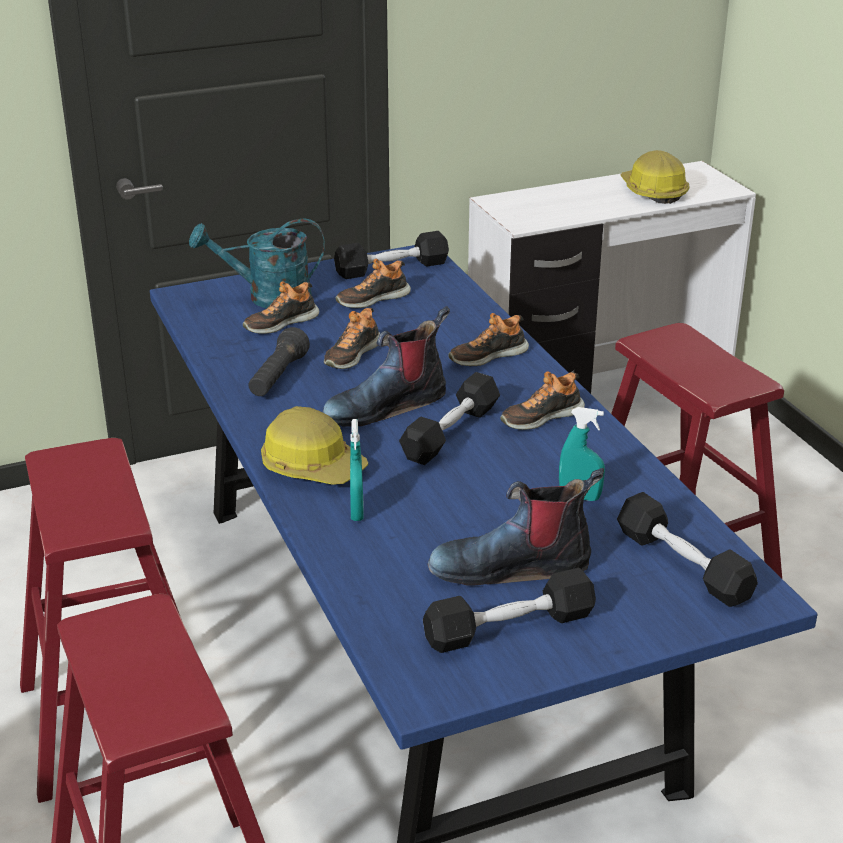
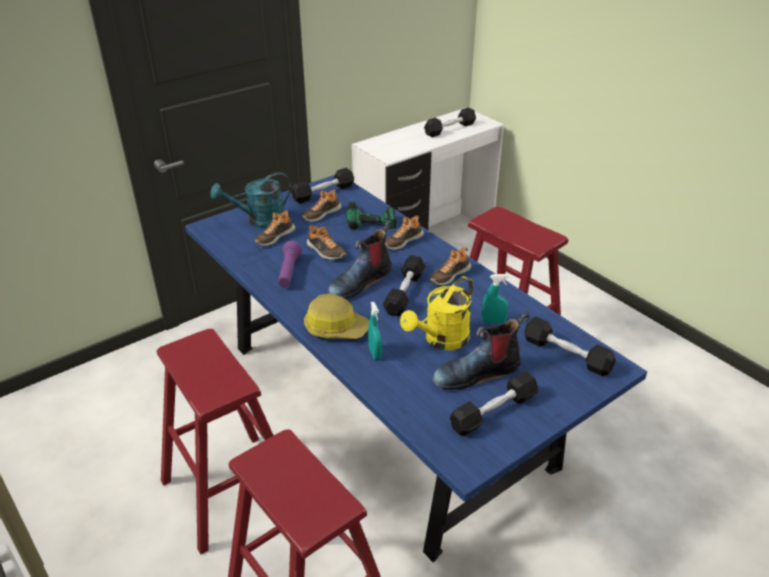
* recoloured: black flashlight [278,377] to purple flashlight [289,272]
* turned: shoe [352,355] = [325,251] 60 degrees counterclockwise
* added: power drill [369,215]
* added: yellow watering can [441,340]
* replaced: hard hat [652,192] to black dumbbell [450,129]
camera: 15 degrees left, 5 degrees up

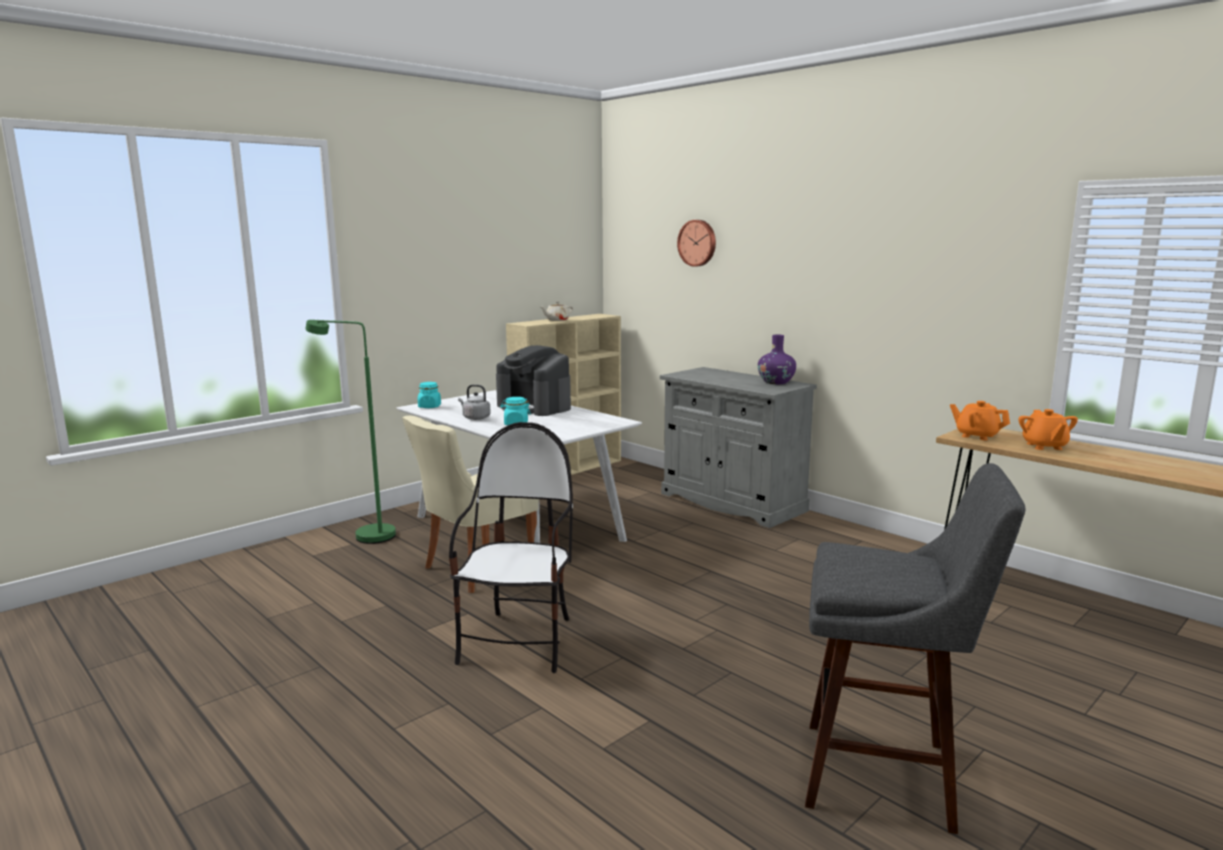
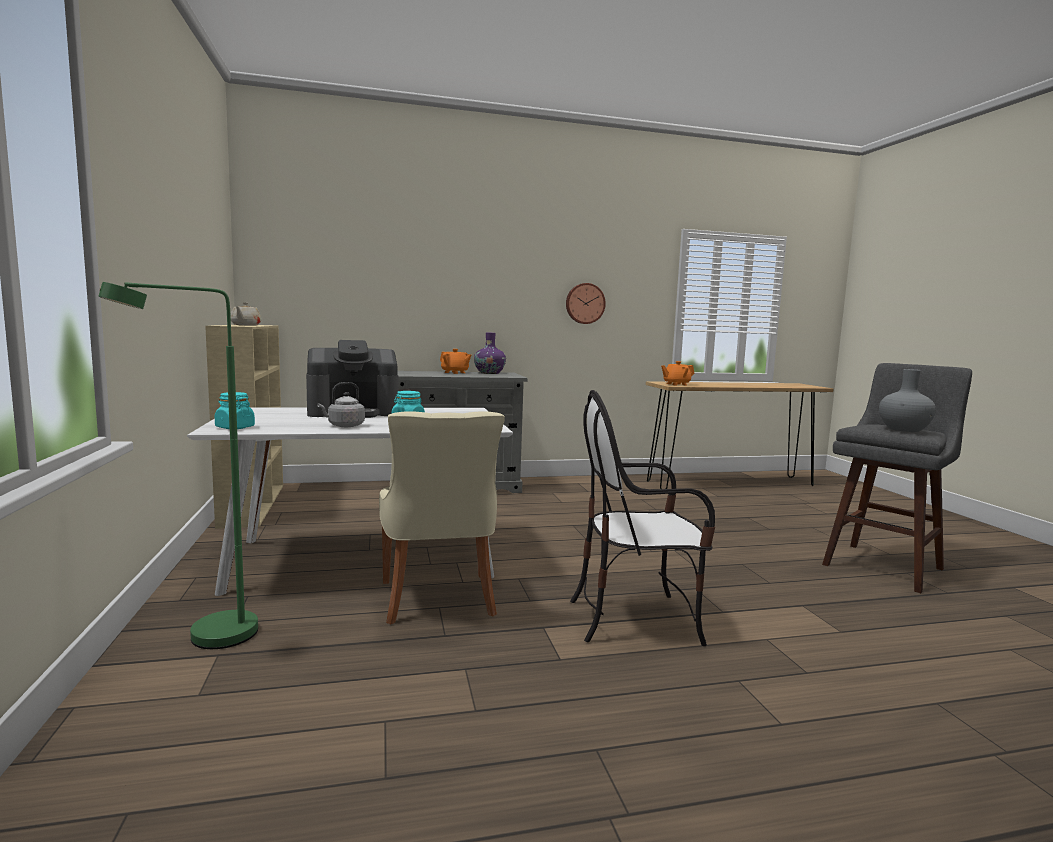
* moved: orange teapot [1044,446] to [455,372]
* moved: wall clock [698,243] to [584,303]
* turned: chair [519,642] = [635,619] 45 degrees counterclockwise
* added: grey vase [903,429]
camera: 60 degrees left, 5 degrees down

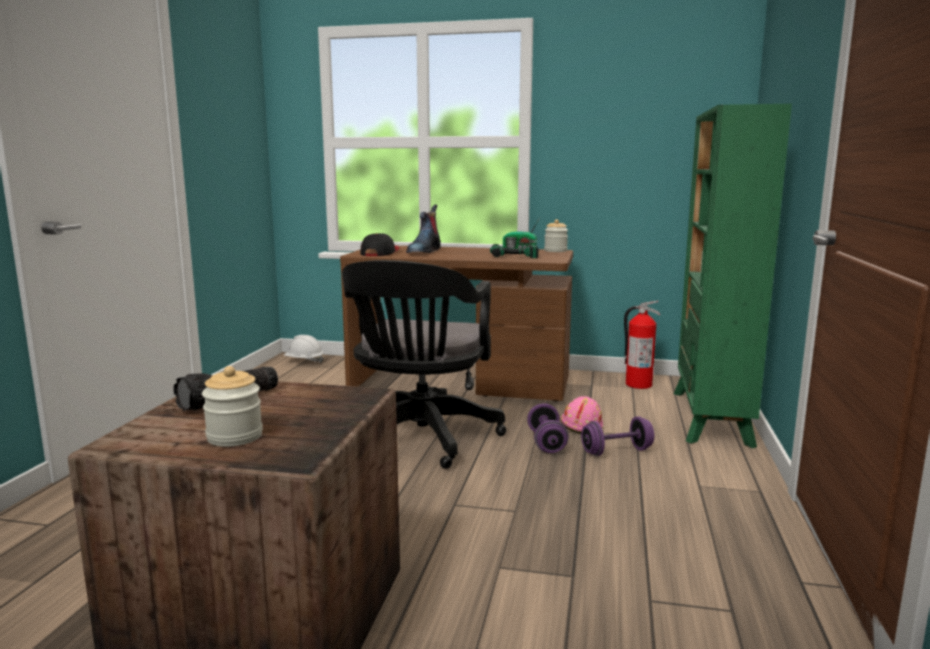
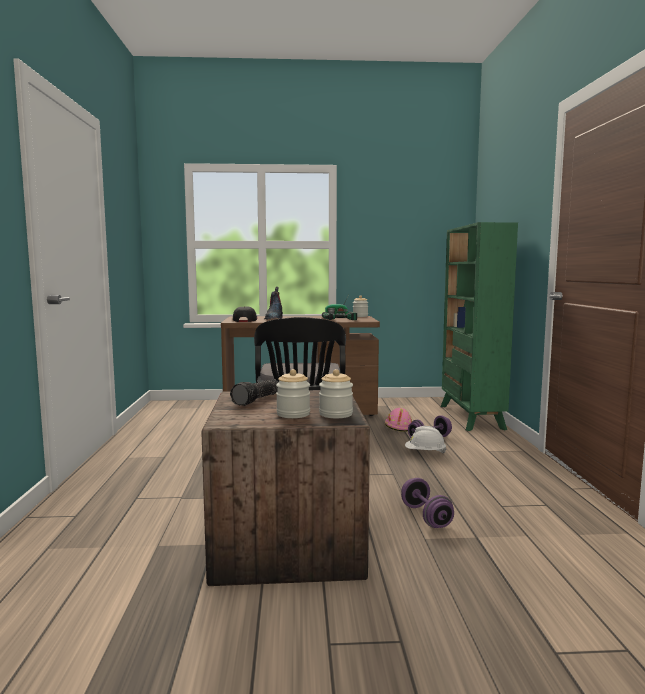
* added: jar [335,414]
* moved: purple dumbbell [546,442] to [426,516]
* moved: white hard hat [304,361] to [425,453]
* removed: fire extinguisher [638,384]
camera: 15 degrees left, 5 degrees down

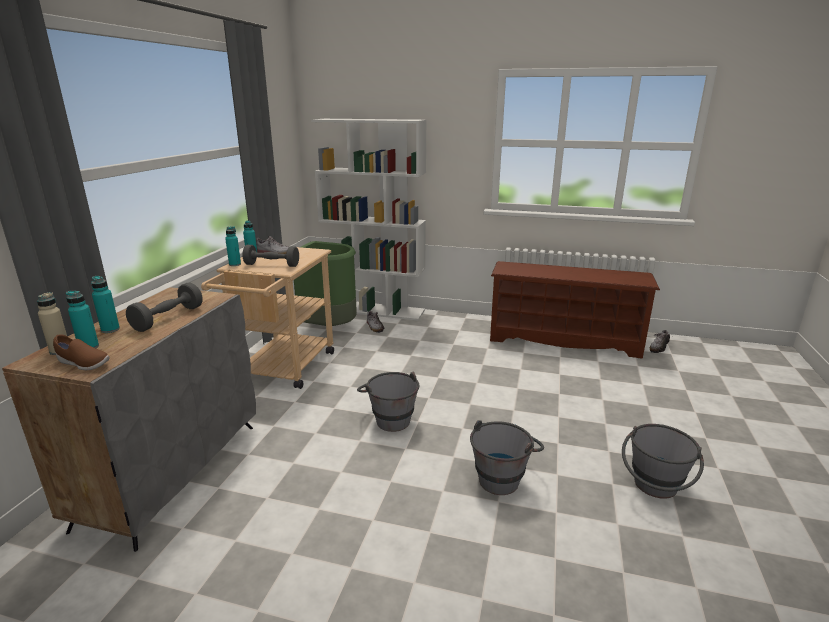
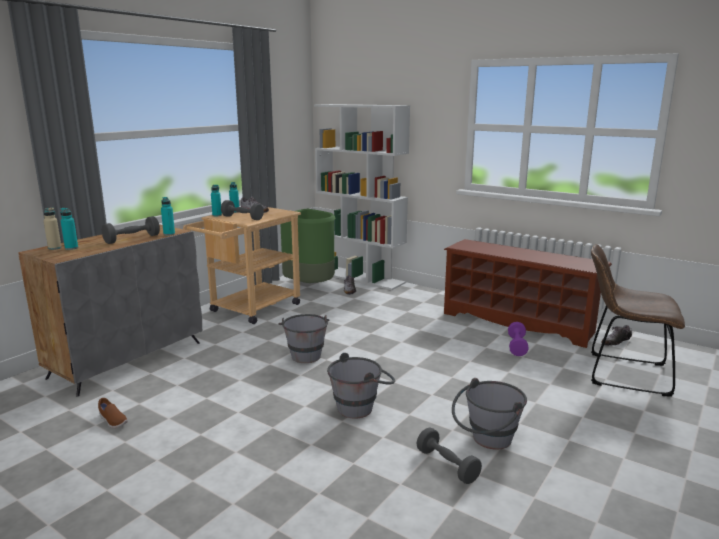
* moved: brown shoe [83,364] to [112,421]
* moved: turquoise bottle [110,329] to [169,234]
* added: grey dumbbell [447,465]
* added: purple dumbbell [517,346]
* added: brown chair [622,373]
camera: 20 degrees right, 5 degrees down

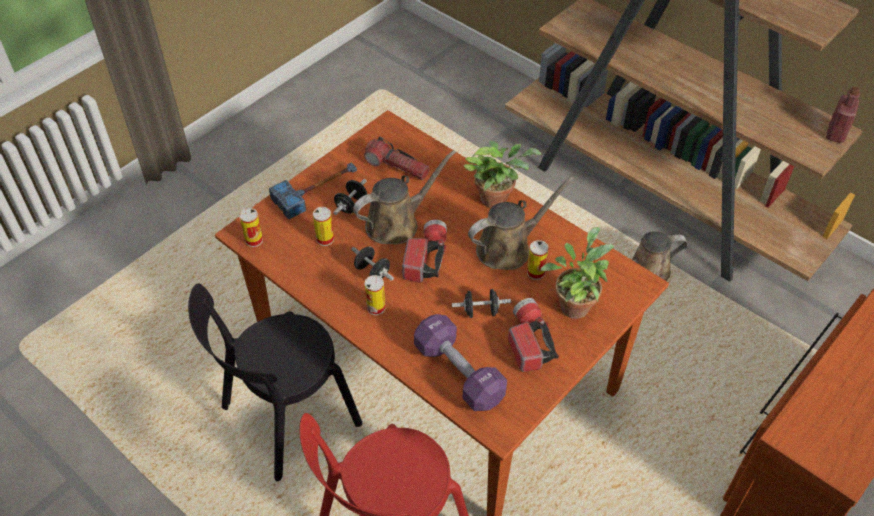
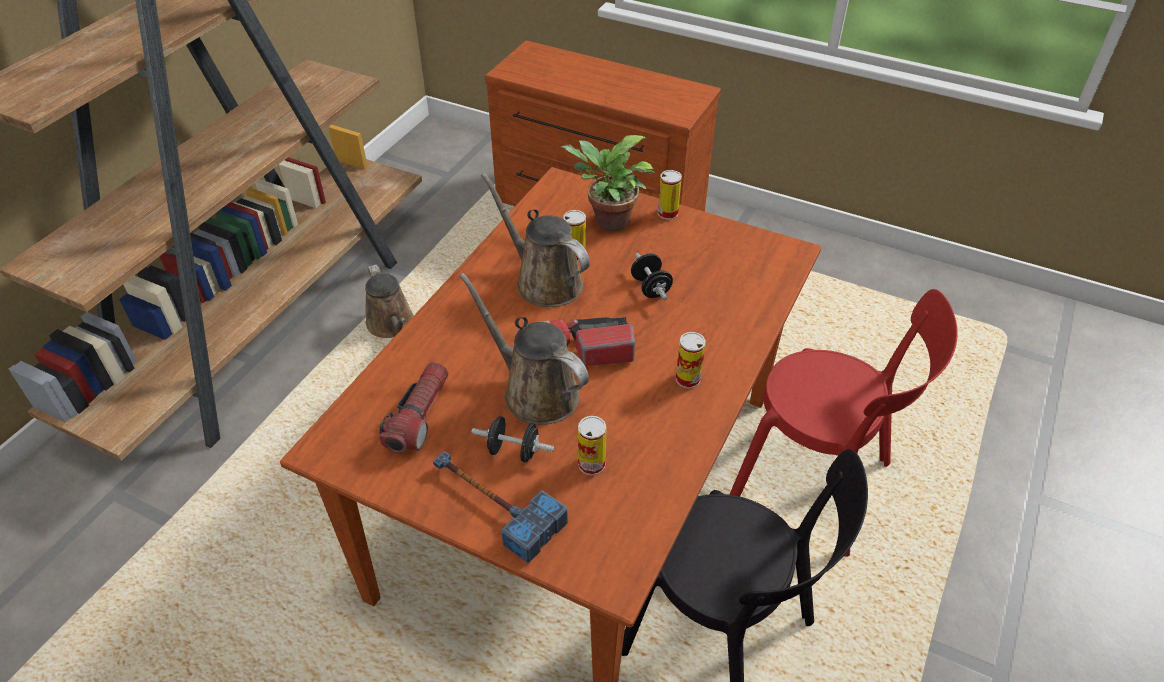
* moved: can [254,240] to [667,213]
* removed: black dumbbell [372,272]
* removed: purple dumbbell [459,373]
* removed: potted plant [497,198]
* removed: flashlight [528,341]
* removed: red bottle [835,134]
camera: 105 degrees left, 5 degrees down

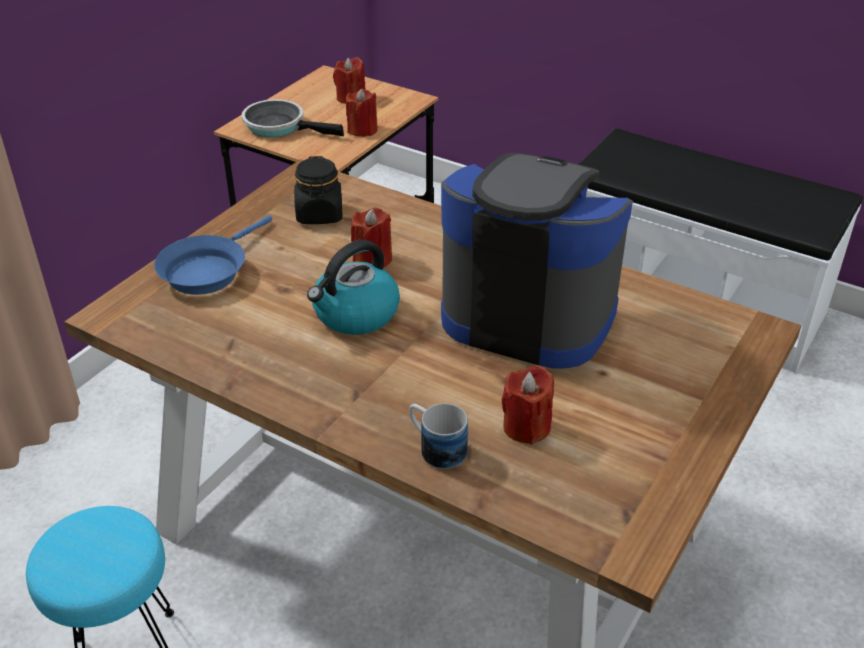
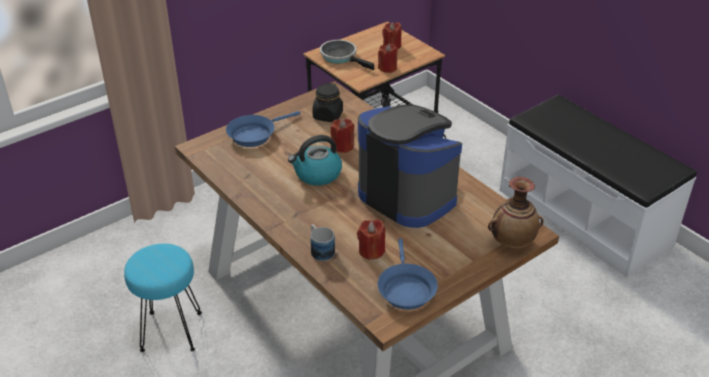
* added: blue frying pan [405,289]
* added: vase [512,242]
camera: 20 degrees right, 0 degrees up

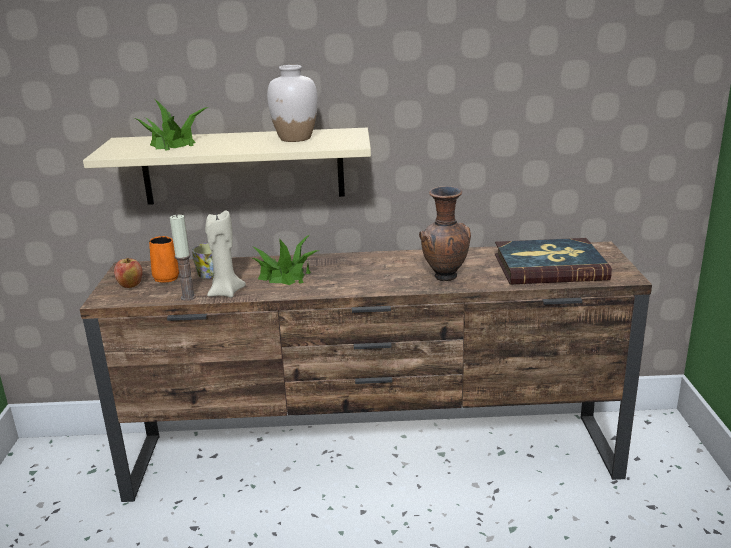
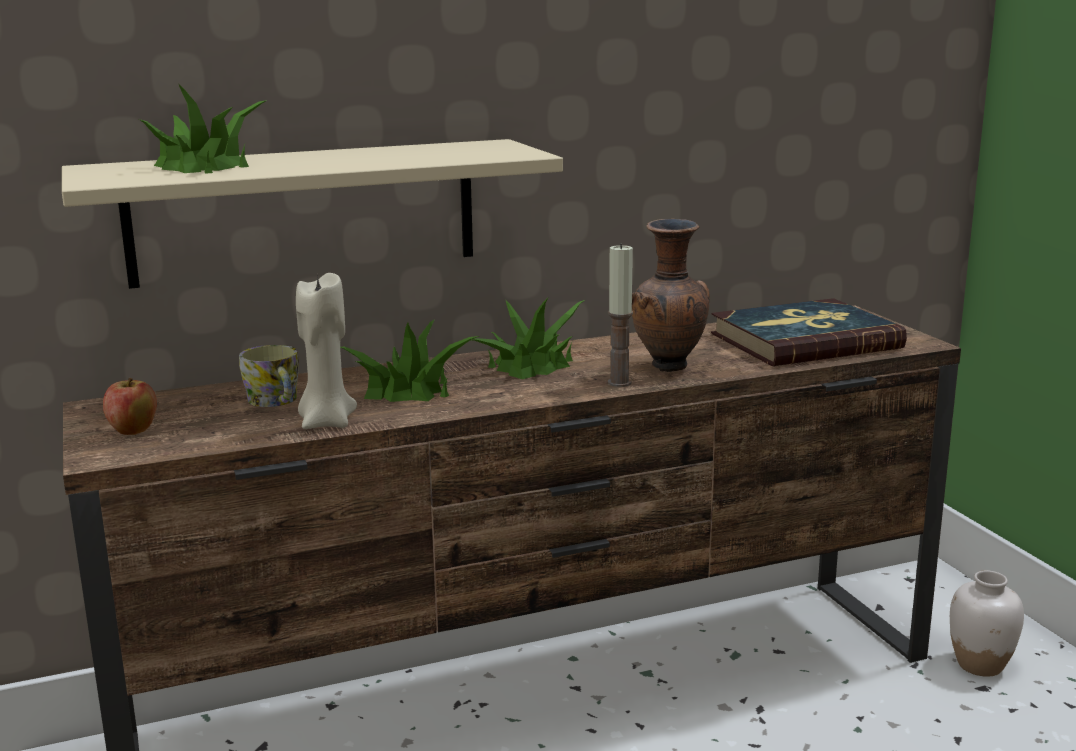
* added: potted plant [531,365]
* moved: candle [188,297] to [619,382]
* moved: white vase [295,138] to [980,665]
* removed: orange mug [165,277]
camera: 20 degrees left, 5 degrees down

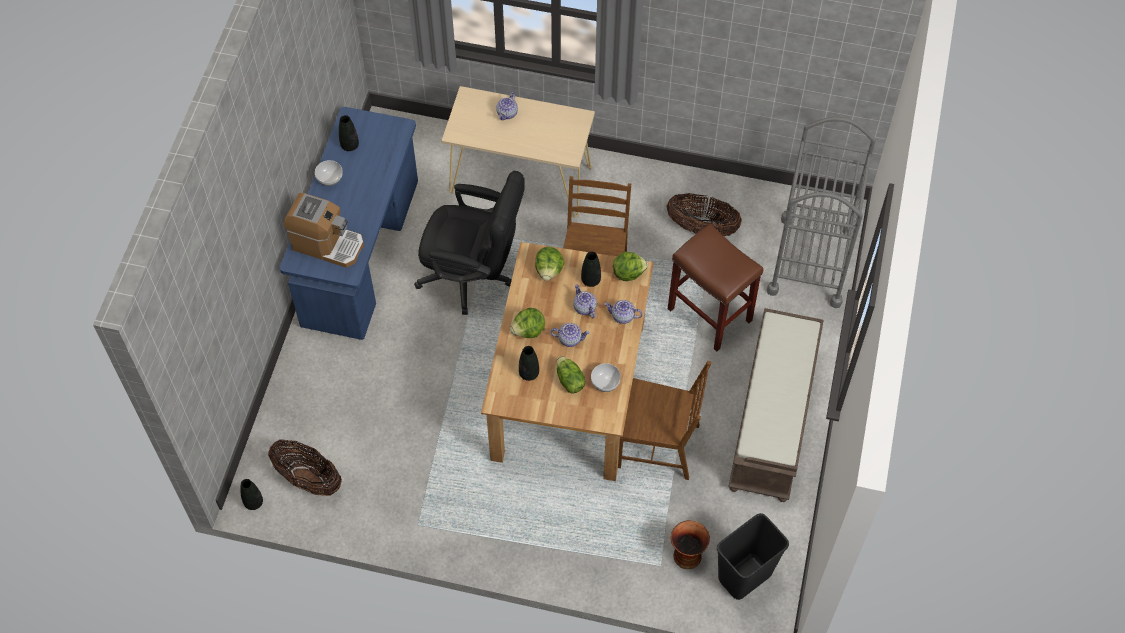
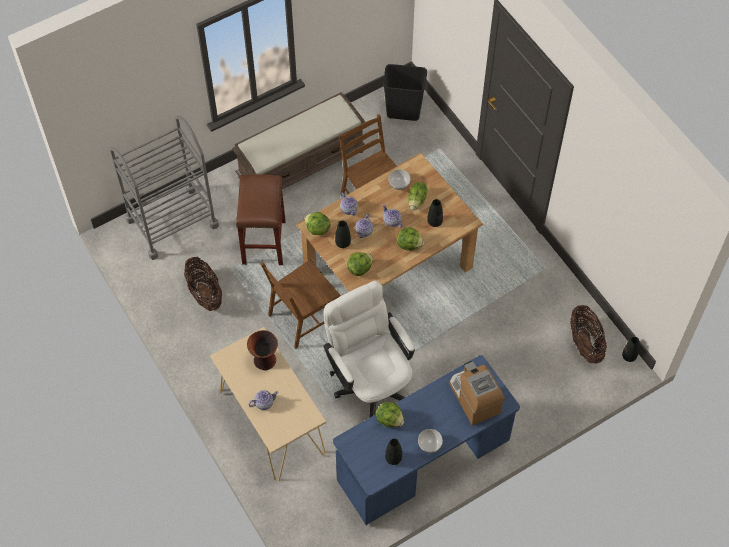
* moved: vase [686,555] to [264,361]
* recoloured: black office chair [473,276] to white office chair [370,382]
* added: lettuce [390,419]
camera: 135 degrees left, 0 degrees up

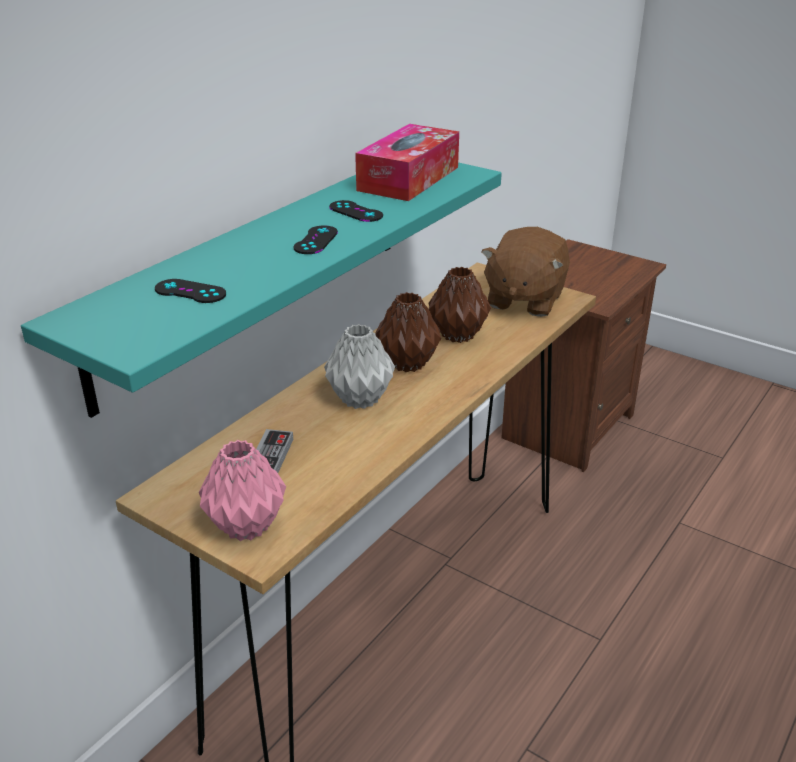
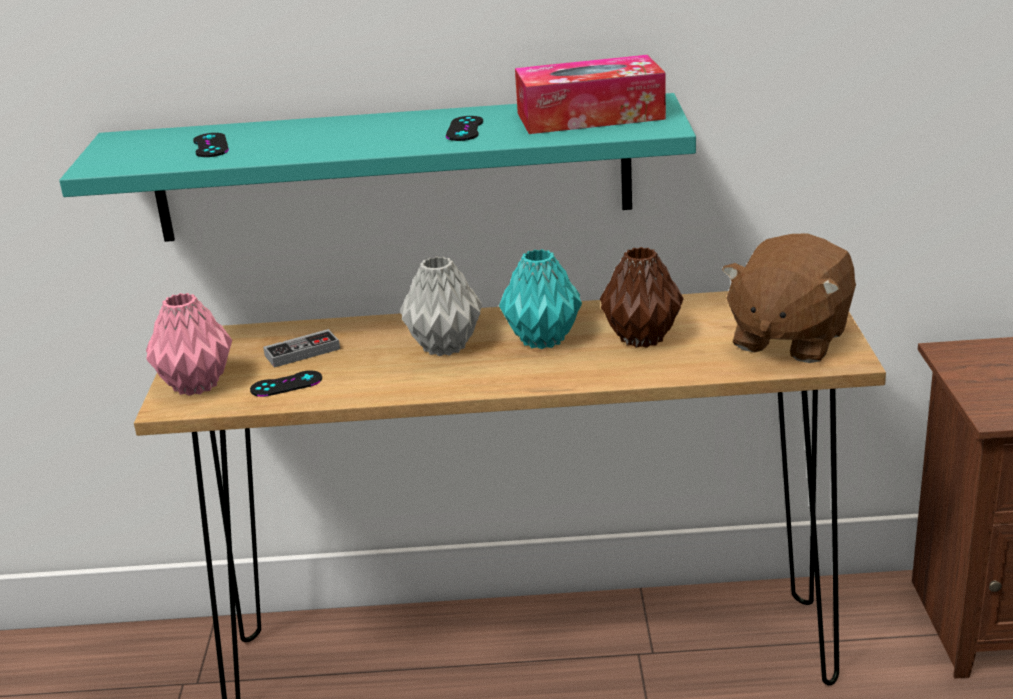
* moved: black game controller [316,240] to [286,384]
* recoloured: brown vase [406,364] to turquoise vase [541,340]
* turned: brown plush toy [524,300] = [788,338] 45 degrees counterclockwise
camera: 55 degrees right, 5 degrees down

